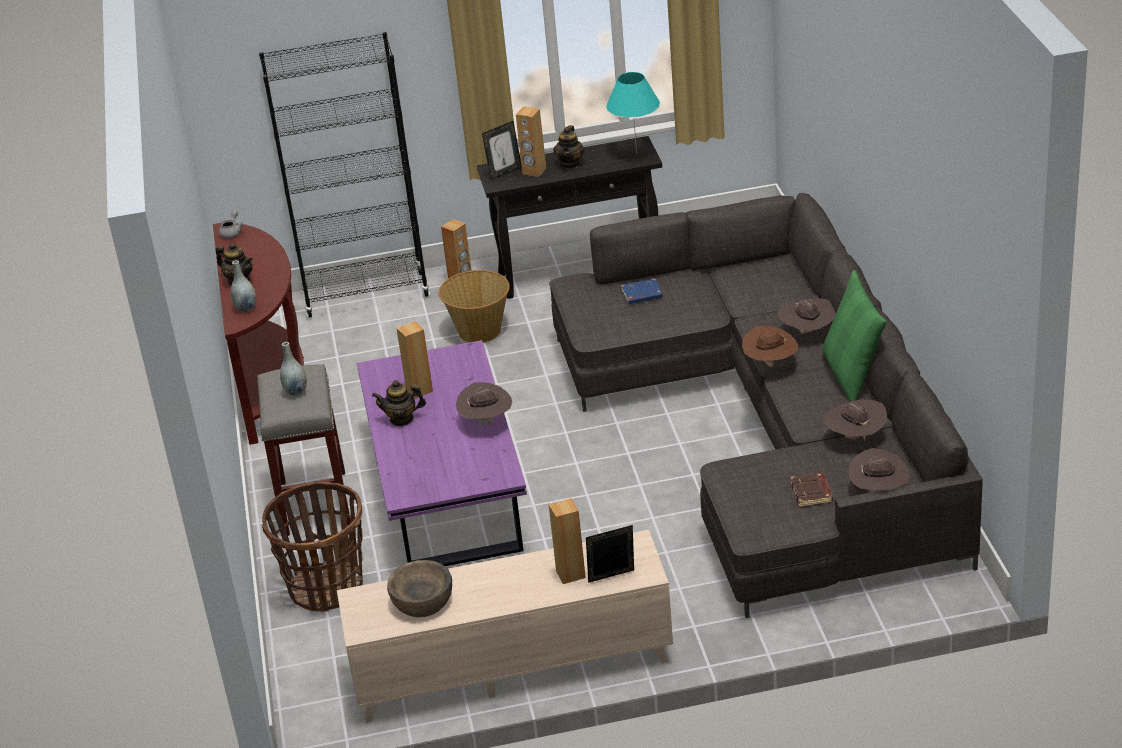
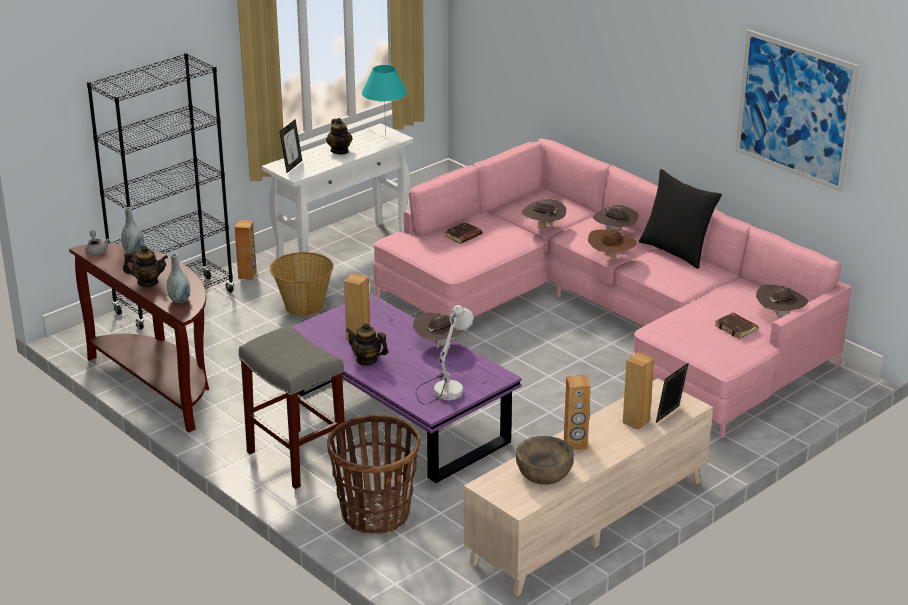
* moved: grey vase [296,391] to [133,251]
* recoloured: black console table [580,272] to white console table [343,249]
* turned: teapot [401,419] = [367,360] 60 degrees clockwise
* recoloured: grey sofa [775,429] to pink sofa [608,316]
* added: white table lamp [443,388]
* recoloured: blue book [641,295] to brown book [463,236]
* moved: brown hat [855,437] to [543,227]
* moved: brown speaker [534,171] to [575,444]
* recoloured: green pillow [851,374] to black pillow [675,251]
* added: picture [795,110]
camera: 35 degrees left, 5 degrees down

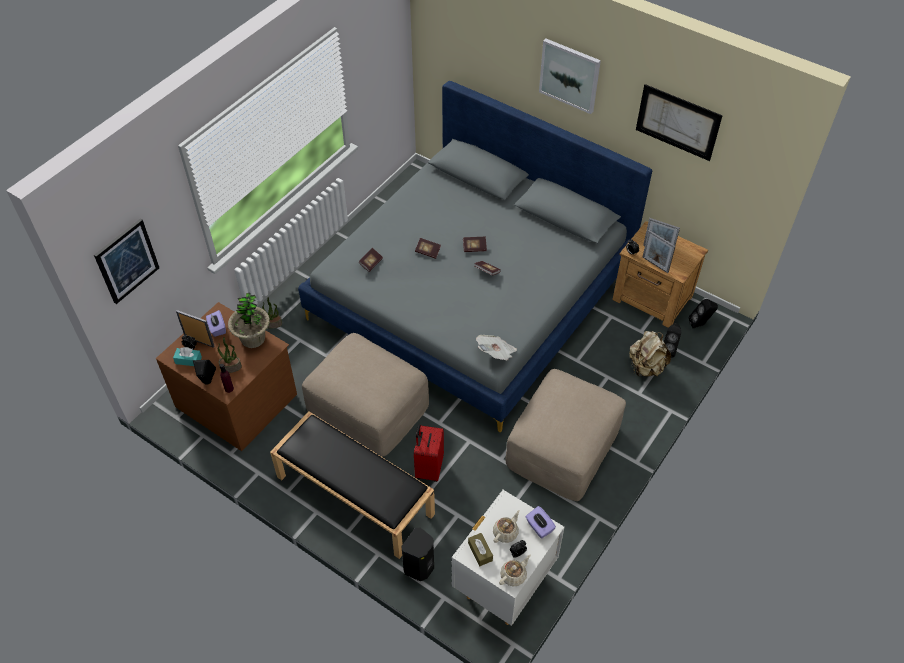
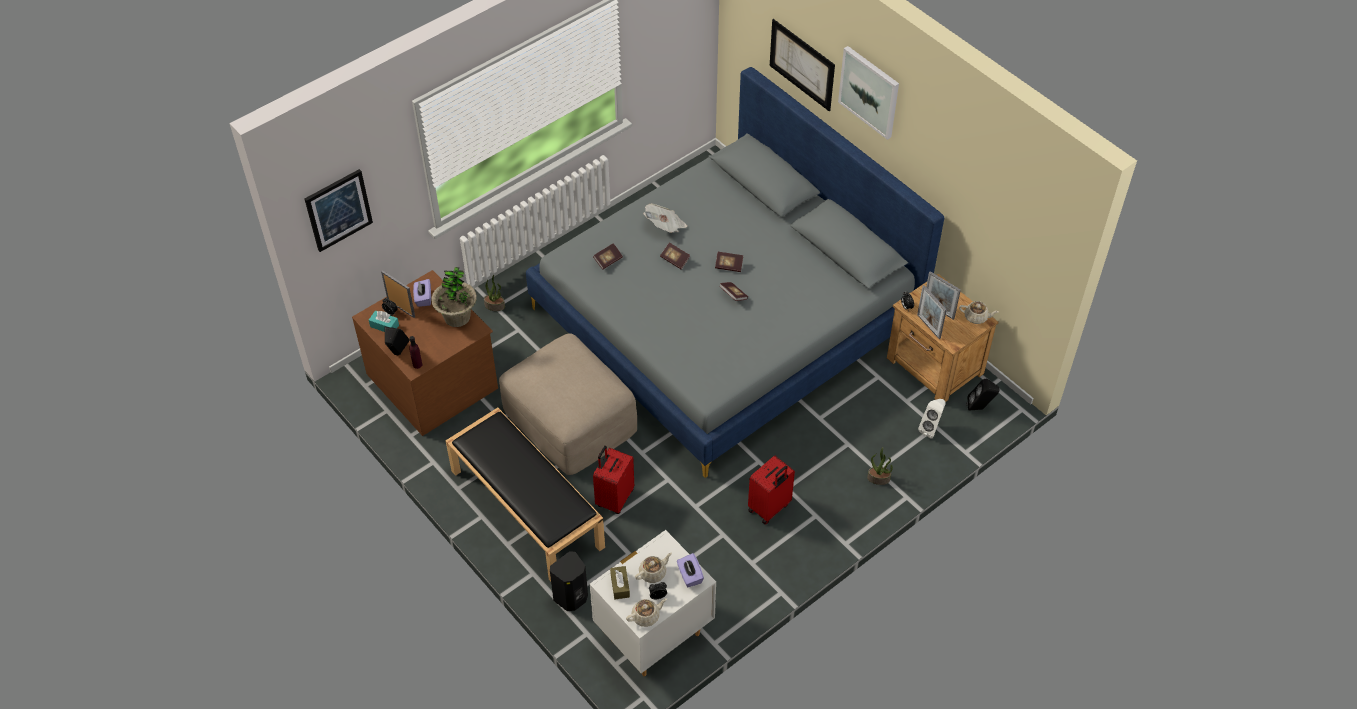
* moved: newspaper [496,353] to [665,226]
* replaced: beige ottoman [563,446] to red suitcase [769,508]
* moved: picture [677,122] to [802,64]
* moved: potted plant [231,367] to [879,478]
* recoloured: black speaker [669,349] to white speaker [931,428]
* added: beige teapot [976,317]
* removed: beige backpack [646,367]
camera: 15 degrees right, 0 degrees up

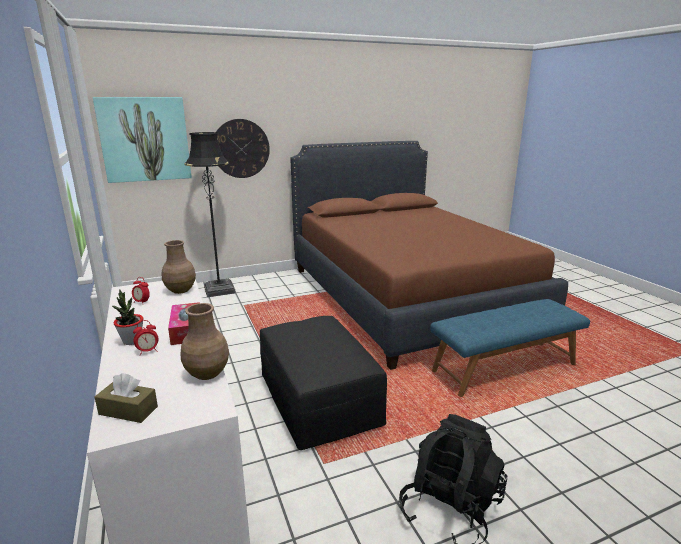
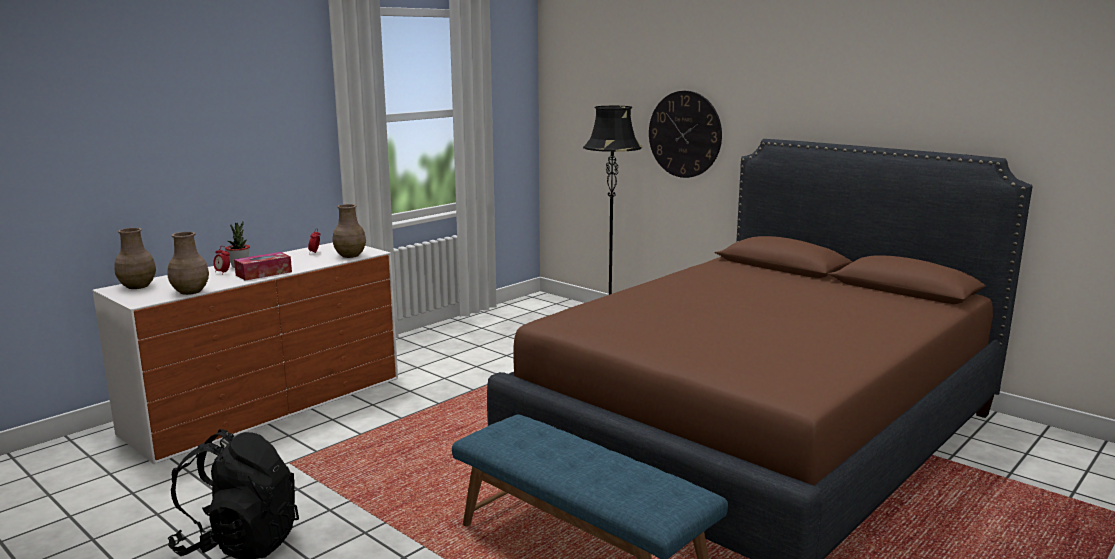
* replaced: brown tissue box [128,410] to brown vase [137,286]
* removed: picture [145,139]
* removed: black ottoman [318,399]
camera: 65 degrees right, 5 degrees down

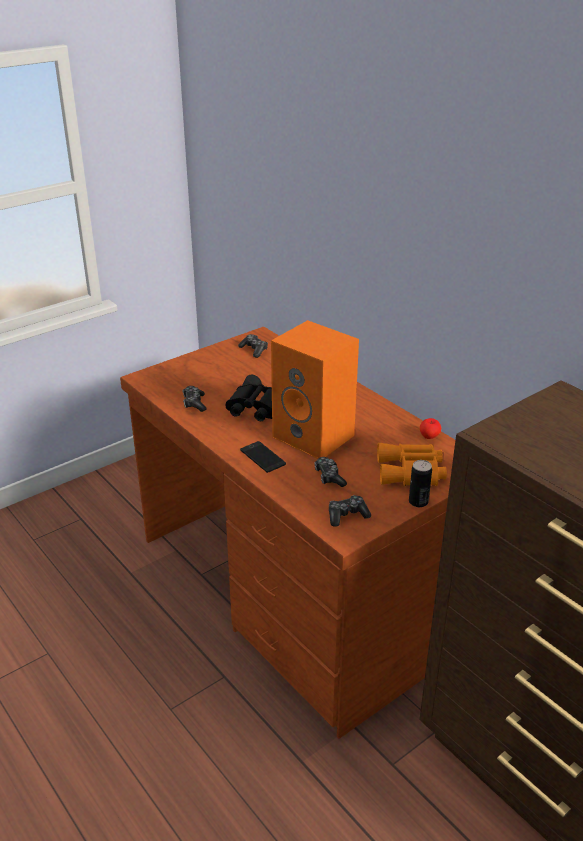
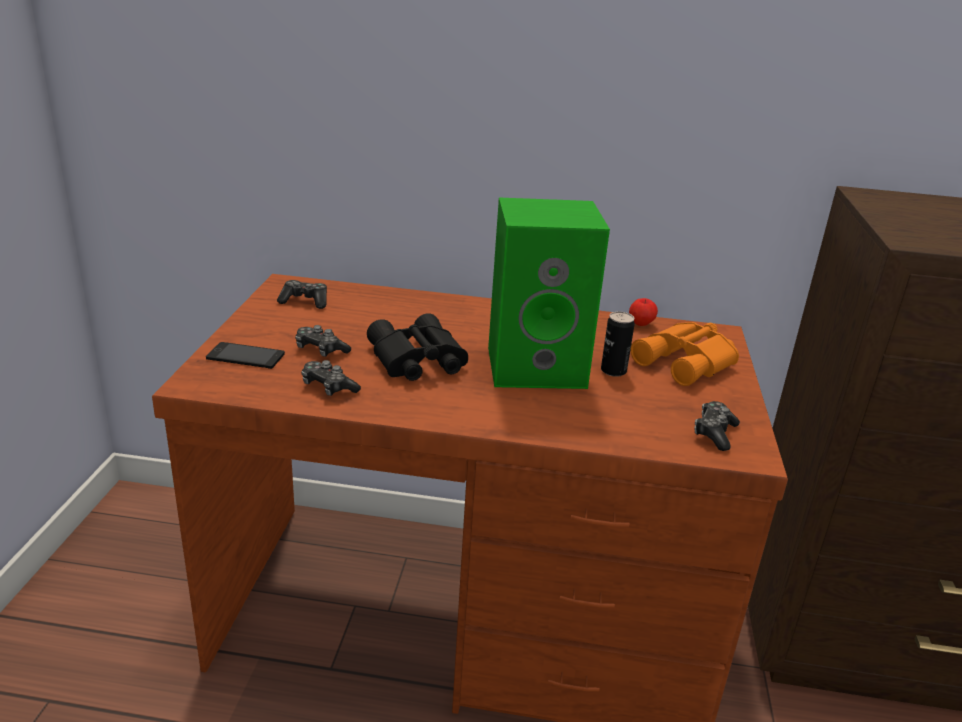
* moved: phone [262,457] to [245,356]
* moved: game controller [329,477] to [320,350]
* recoloured: orange speaker [315,436] to green speaker [538,366]
* moved: can [418,502] to [613,371]
camera: 45 degrees left, 5 degrees down

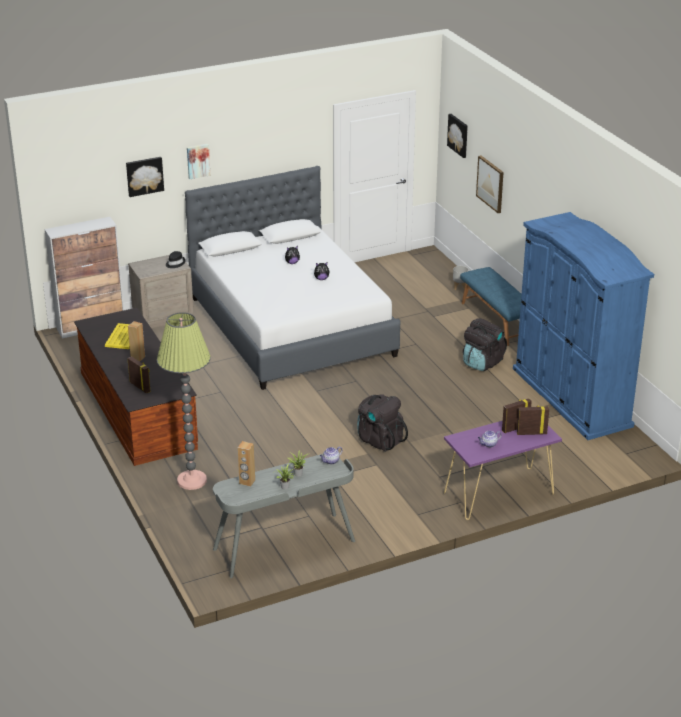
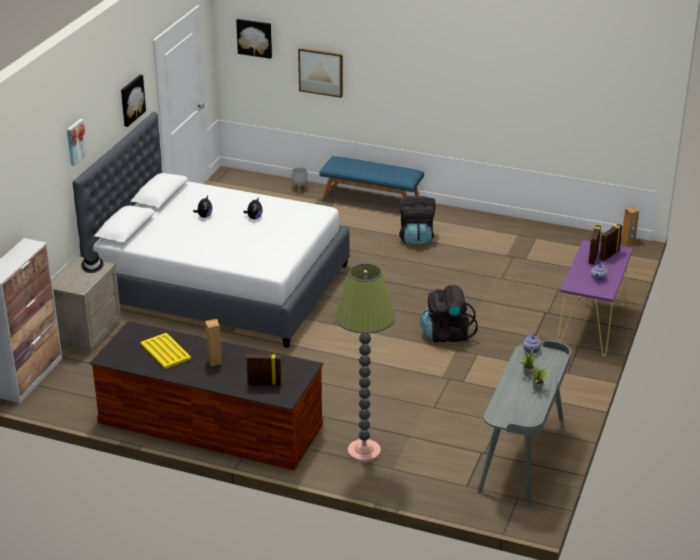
* moved: picture [144,176] to [131,100]
* moved: brown speaker [247,482] to [628,242]
* removed: blue wardrobe [571,397]
camera: 45 degrees left, 0 degrees up

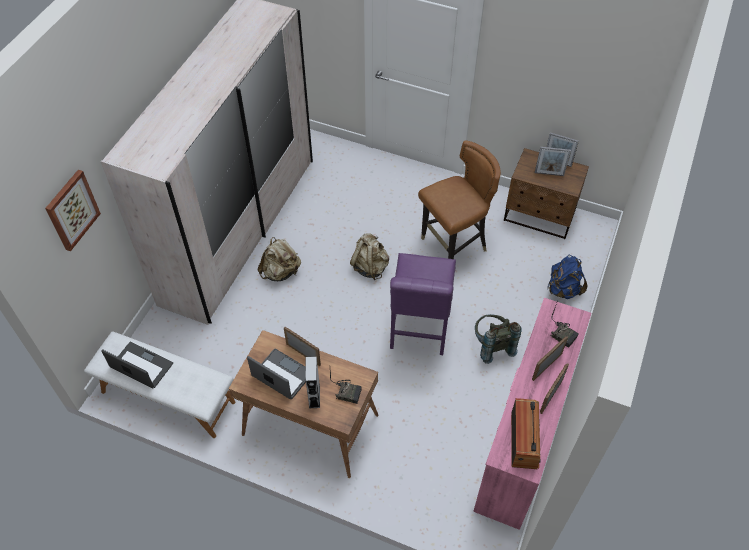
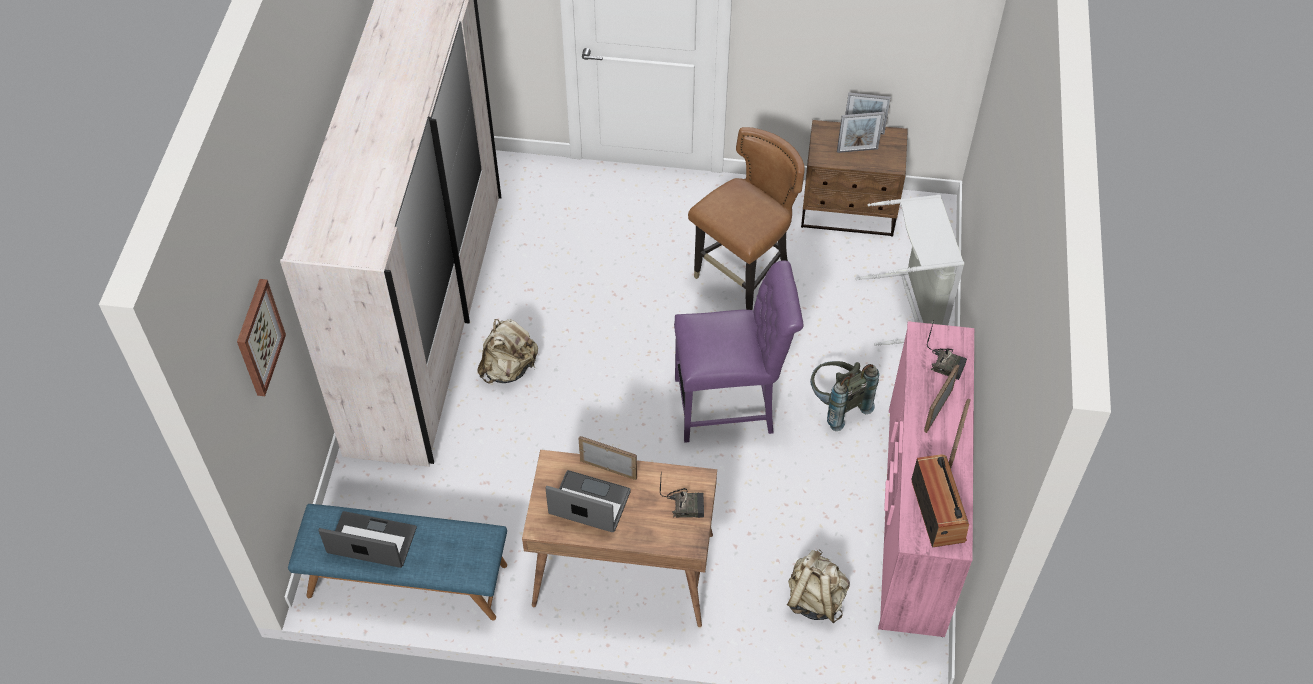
* recoloured: white bench [167,397] to blue bench [407,581]
* turned: purple chair [418,329] = [730,406] 90 degrees counterclockwise
* moved: beige backpack [370,267] to [815,599]
* replaced: blue backpack [563,289] to grey laundry basket [910,307]
* removed: grey speaker [314,396]
camera: 15 degrees left, 0 degrees up

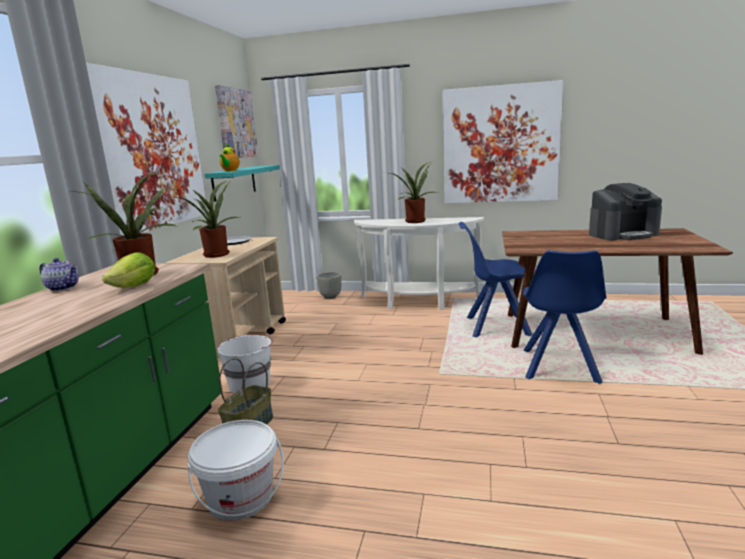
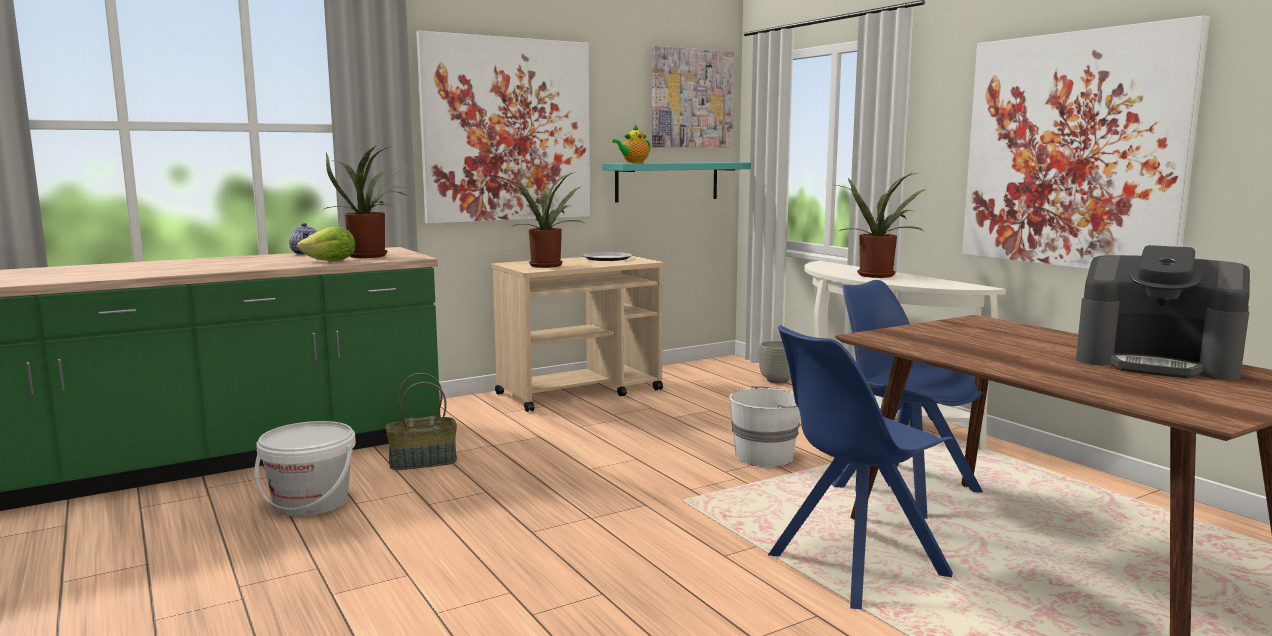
* moved: white bucket [250,384] to [765,456]
camera: 45 degrees right, 5 degrees down

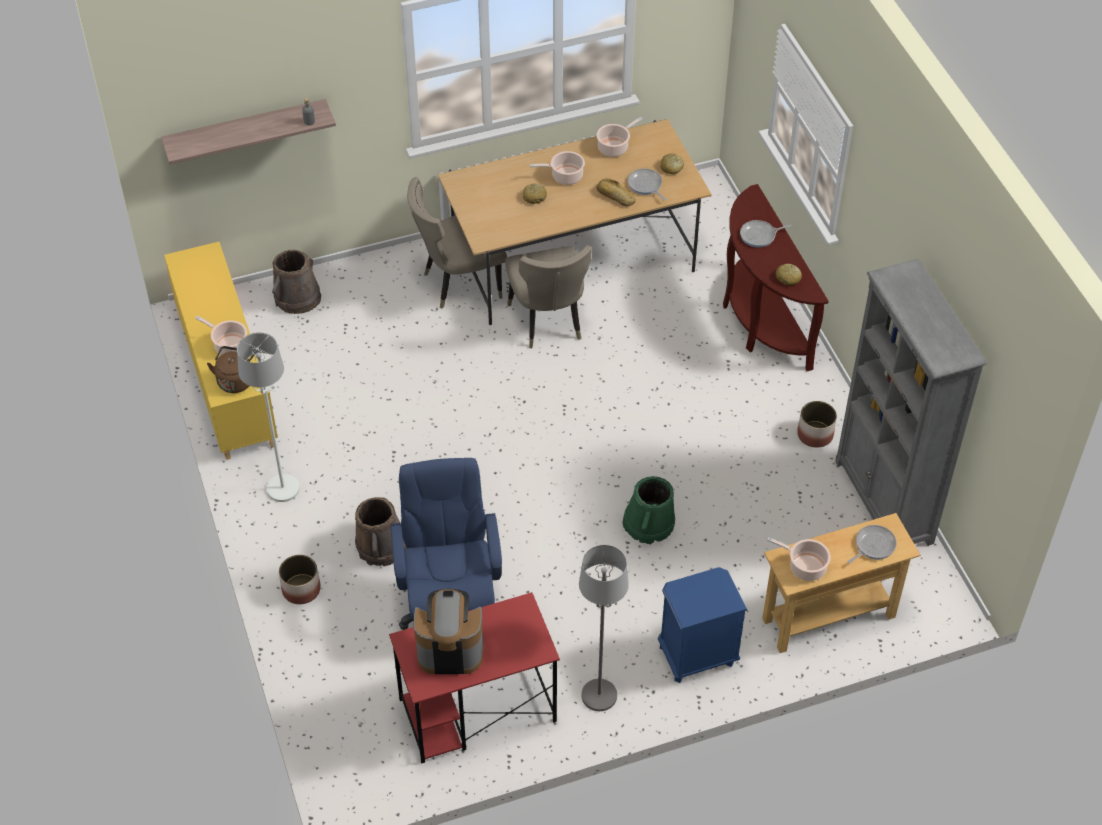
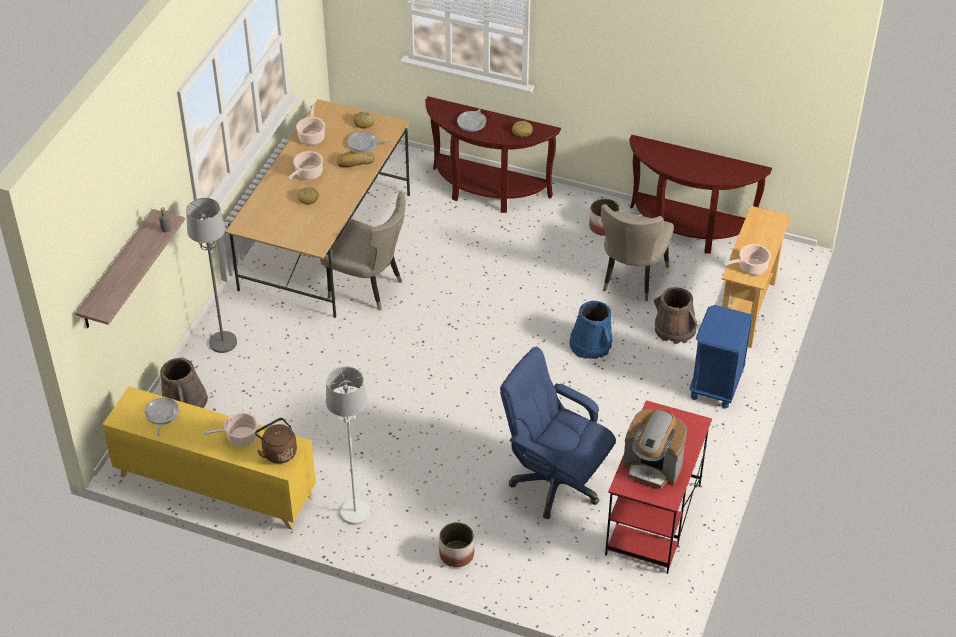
* moved: frying pan [873,545] to [161,415]
* moved: grey floor lamp [599,696] to [223,343]
* recoloured: green bucket [648,523] to blue bucket [591,344]
* moved: beige chair [458,283] to [631,279]
* turned: coffee machine [450,650] = [652,467] 105 degrees counterclockwise
* replaced: grey bookcase [884,502] to brown console table [687,231]
* moved: brown bucket [381,546] to [674,329]
camera: 50 degrees left, 5 degrees down

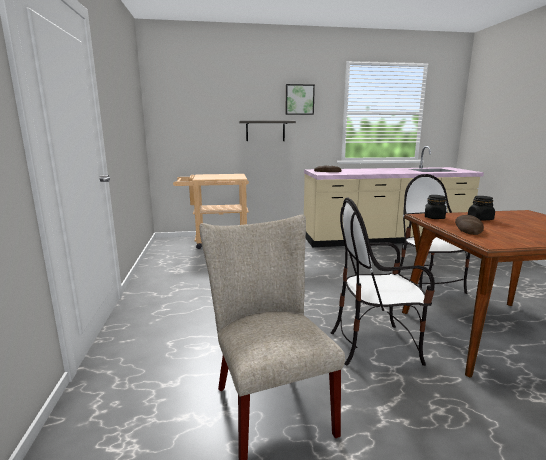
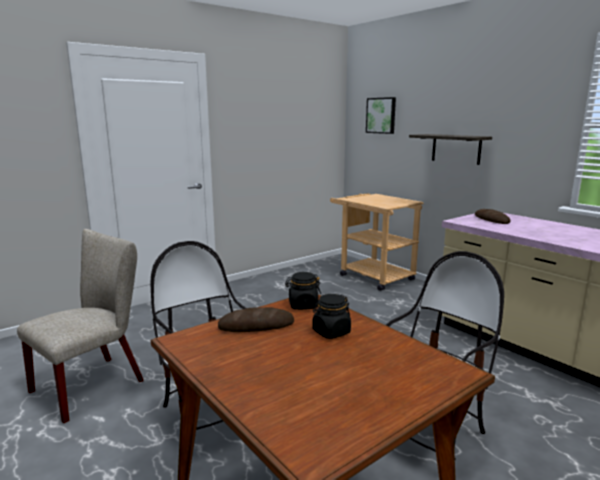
* moved: picture [299,99] to [381,115]
camera: 60 degrees right, 0 degrees up

